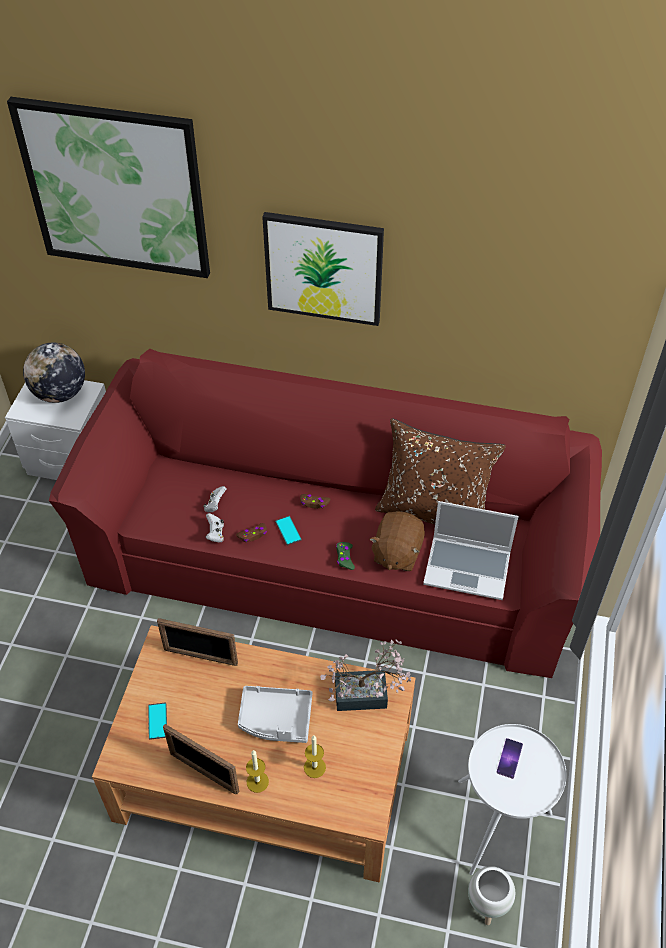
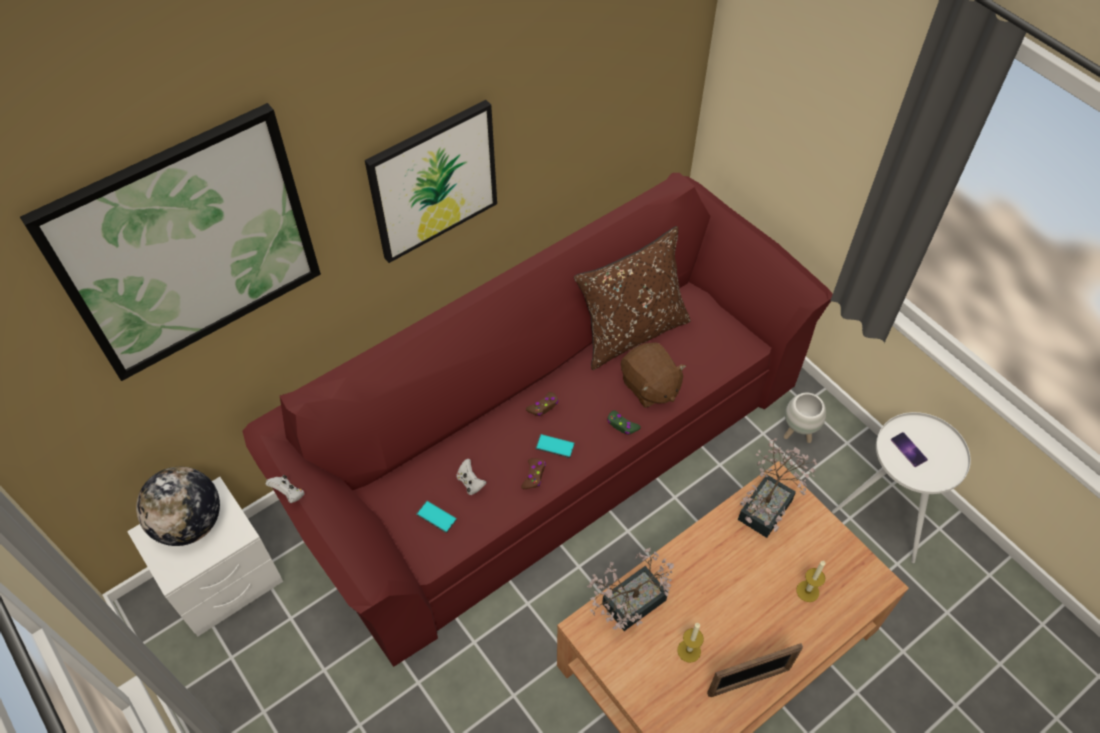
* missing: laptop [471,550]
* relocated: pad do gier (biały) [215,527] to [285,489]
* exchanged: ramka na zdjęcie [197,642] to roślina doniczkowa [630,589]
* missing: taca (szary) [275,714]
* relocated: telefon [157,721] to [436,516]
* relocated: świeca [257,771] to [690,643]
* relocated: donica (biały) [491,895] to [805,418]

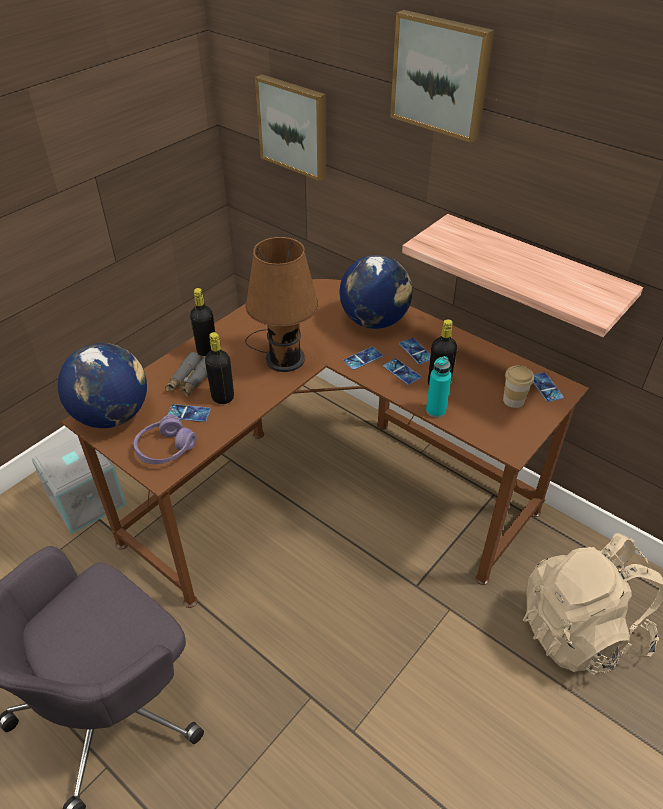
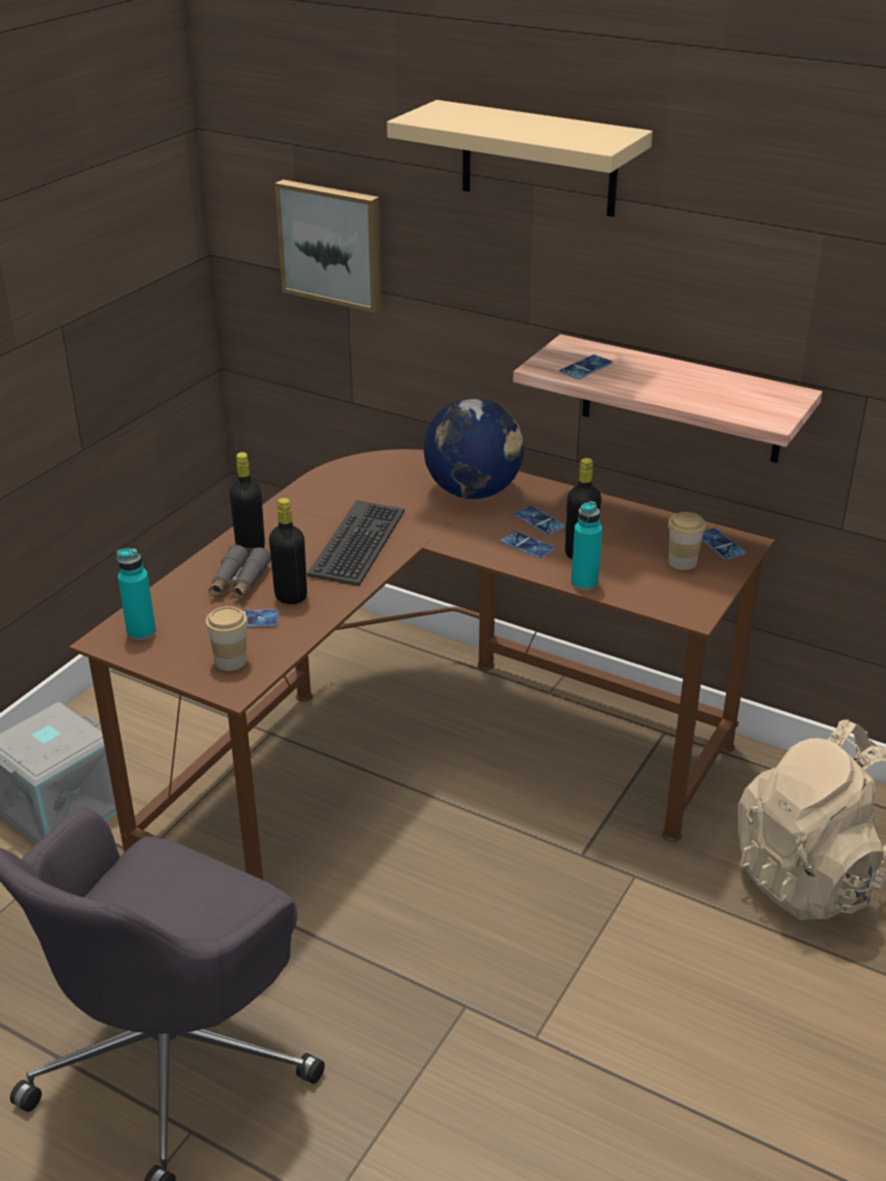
* exchanged: obraz [442,76] to półka (beżowy) [520,158]
* exchanged: lampa stołowa (brązowy) [282,304] to klawiatura [356,543]
* exchanged: globus [102,385] to butelka (turkusowy) [136,594]
* relocated: telefon [363,358] to [585,367]
* exchanged: słuchawki (fioletowy) [165,439] to filiżanka [226,638]

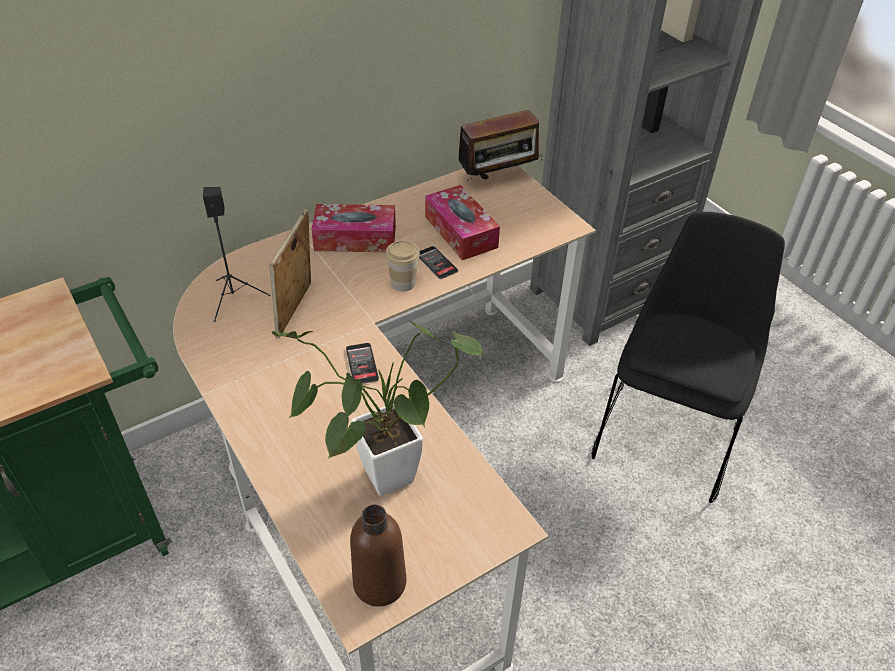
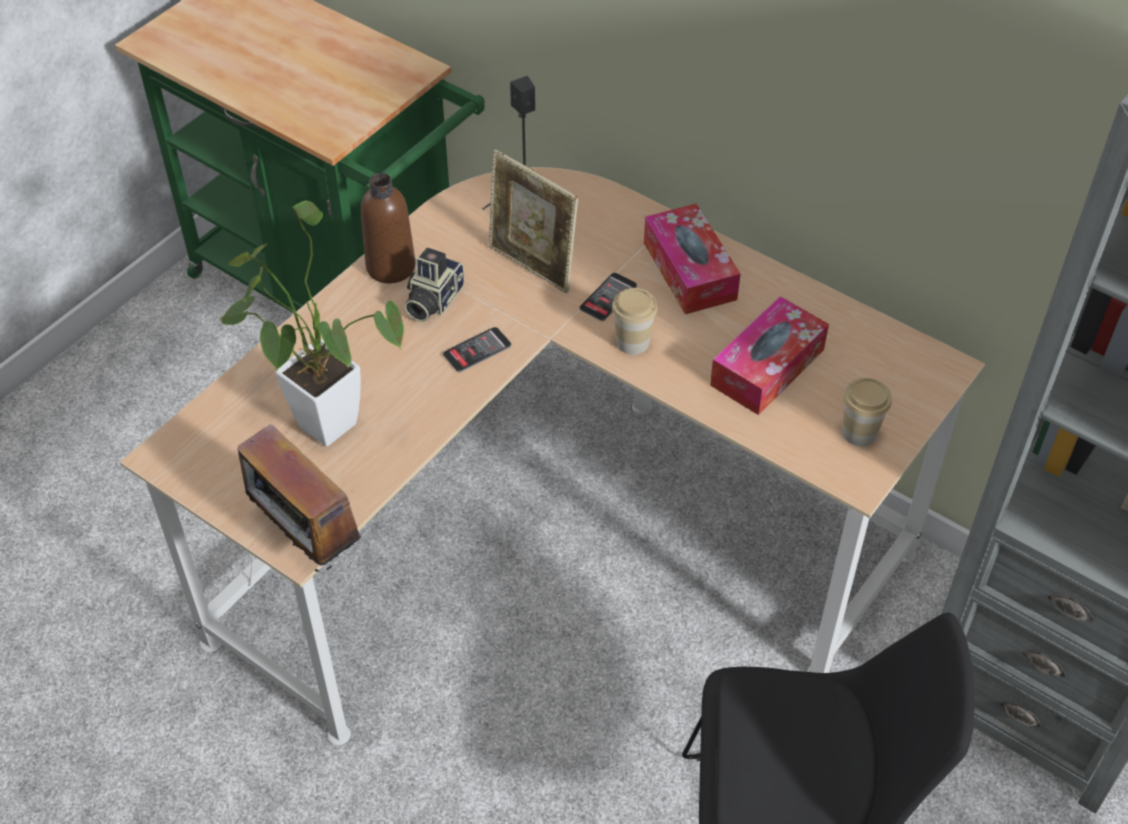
* relocated: radio [497,144] to [299,499]
* spun: ramka na zdjęcie [290,273] = [533,221] 135 degrees counterclockwise
* relocated: telefon [438,262] to [608,297]
* relocated: butelka (brązowy) [378,556] to [388,228]
* appeared: aparat fotograficzny [434,285]
* appeared: filiżanka [867,412]

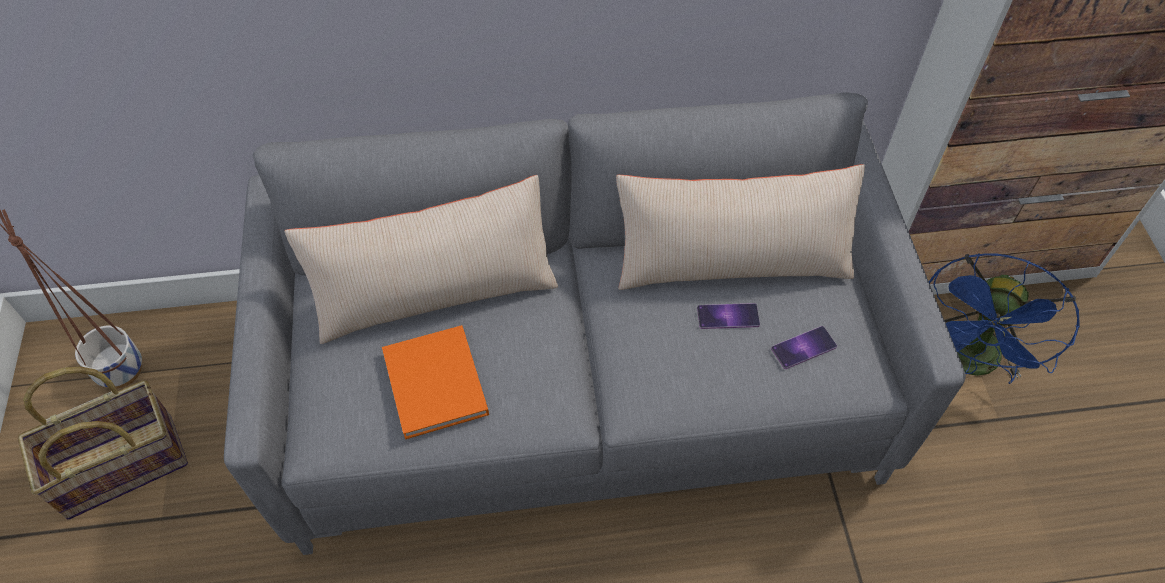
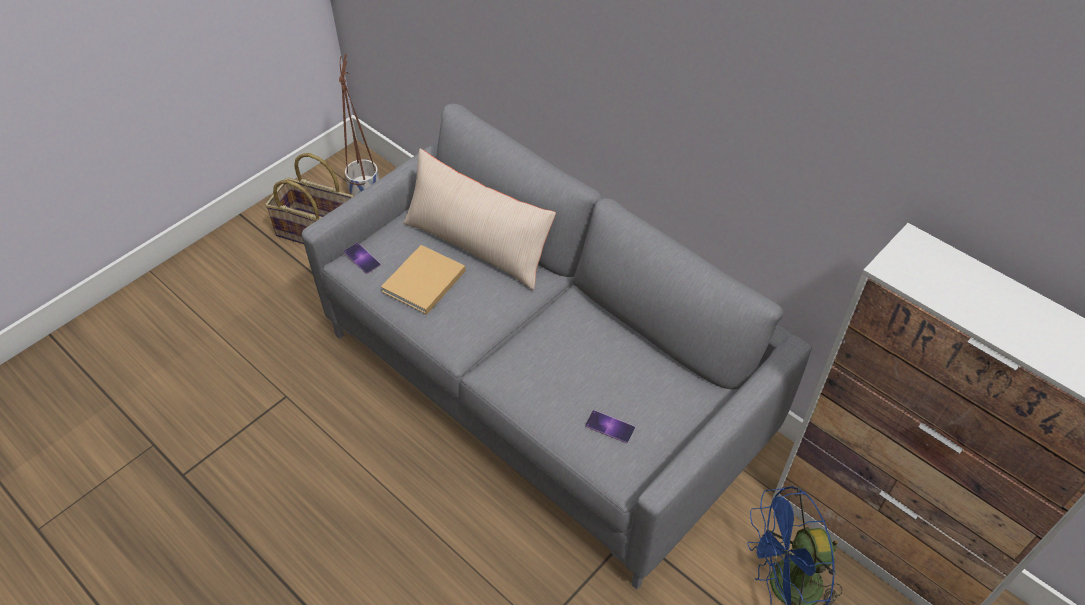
* missing: poduszka (beżowy) [740,227]
* relocated: telefon [728,316] to [362,258]
* colour: książka (pomarańczowy) [435,382] to książka (beżowy) [423,280]

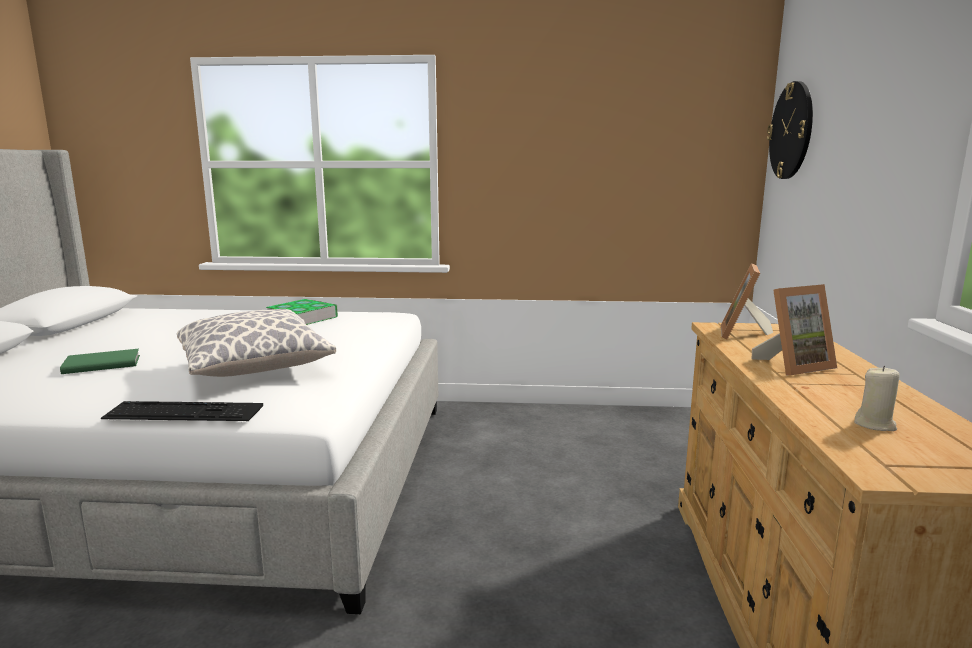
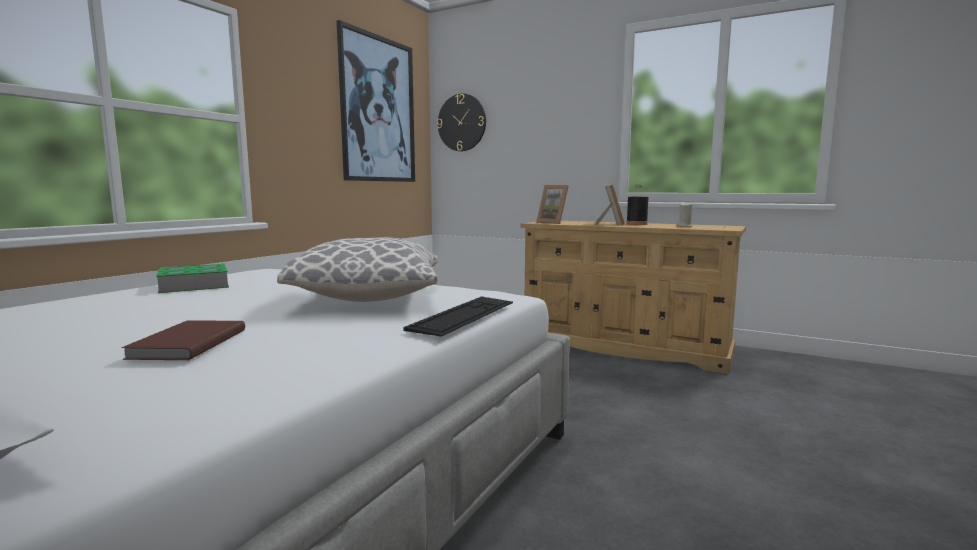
* colour: książka (zielony) [100,361] to książka (brązowy) [183,340]
* appeared: obraz [376,101]
* appeared: butelka (czarny) [637,205]

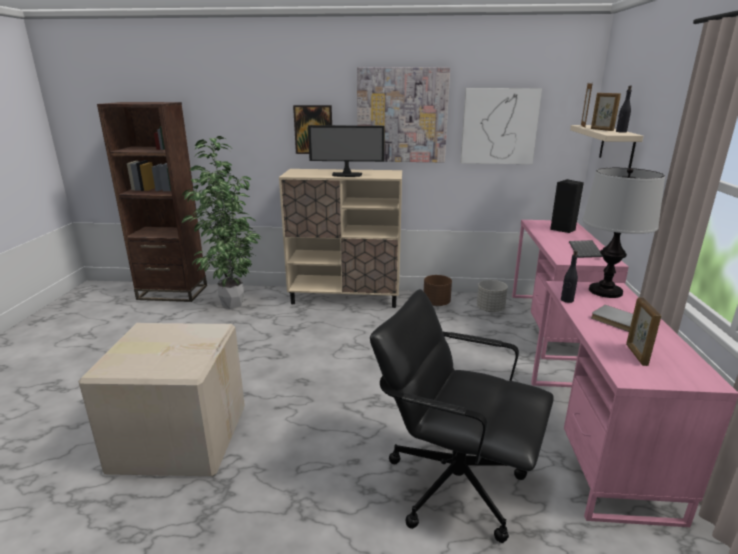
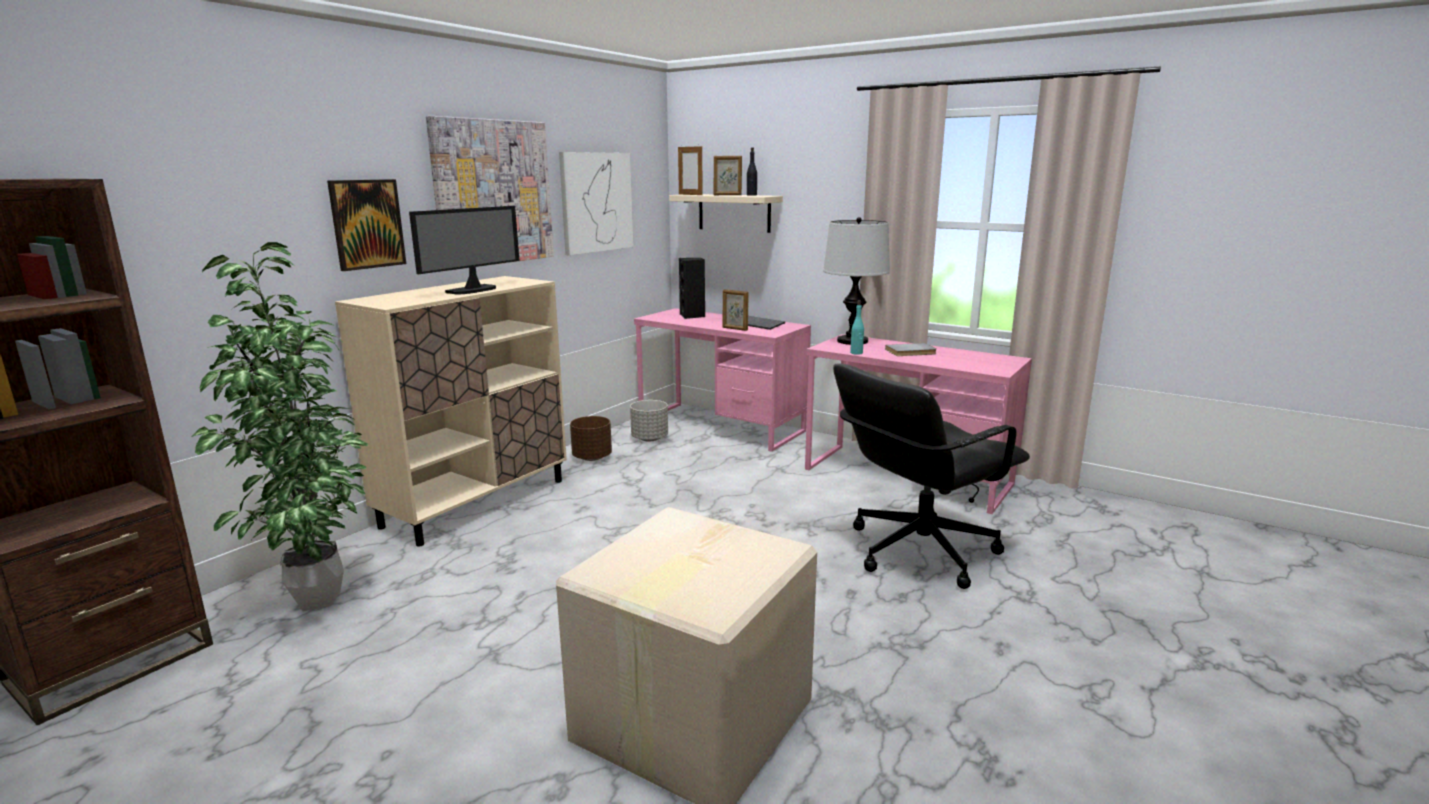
* colour: butelka (czarny) [569,276] to butelka (turkusowy) [857,327]
* relocated: ramka na zdjęcie [643,331] to [735,310]

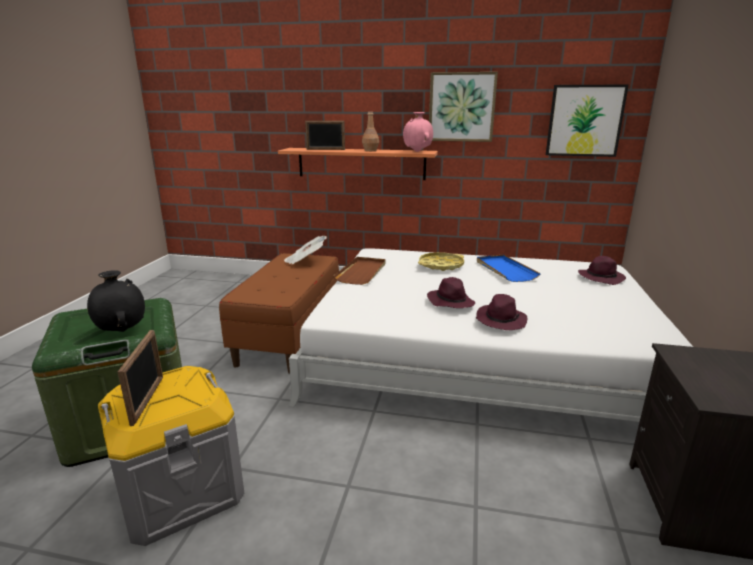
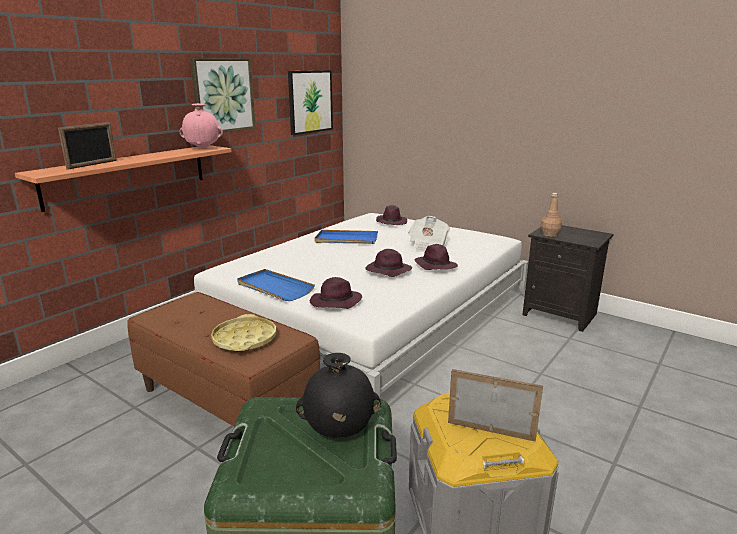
* relocated: butelka (brązowy) [370,131] to [551,215]
* relocated: gazeta [305,250] to [429,234]
* relocated: taca (żółty) [441,261] to [243,332]
* colour: taca (brązowy) [360,271] to taca (niebieski) [276,285]
* appeared: kapelusz (fioletowy) [336,293]

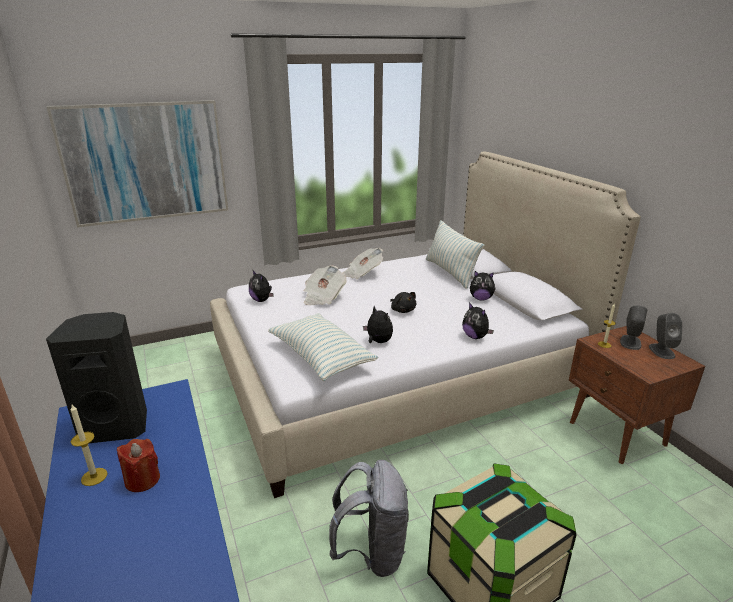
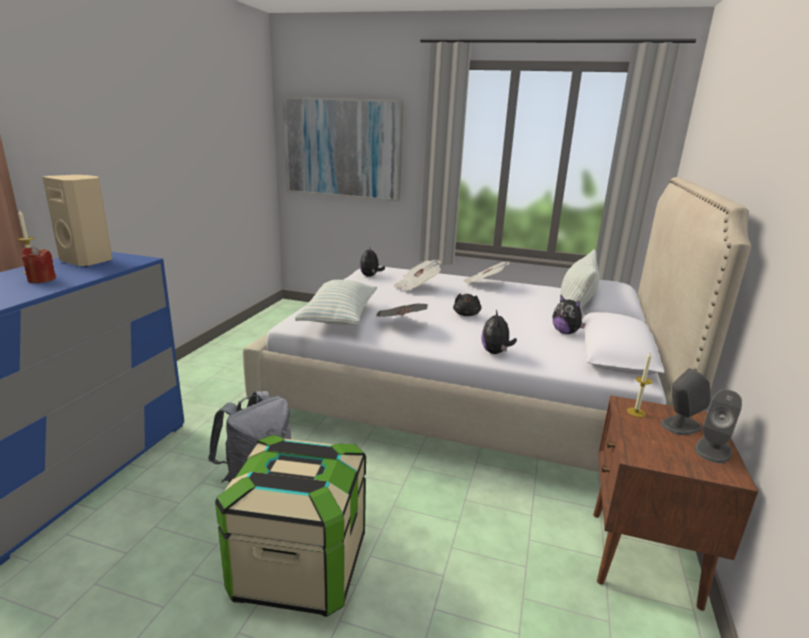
* exchanged: pluszak [378,324] to gazeta [402,310]
* colour: głośnik (czarny) [96,377] to głośnik (beżowy) [77,221]

